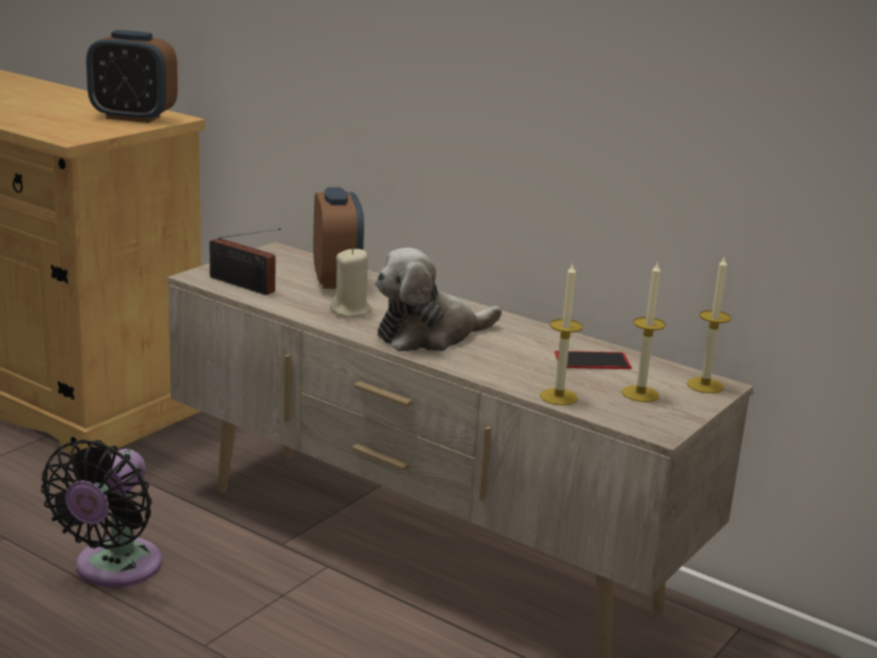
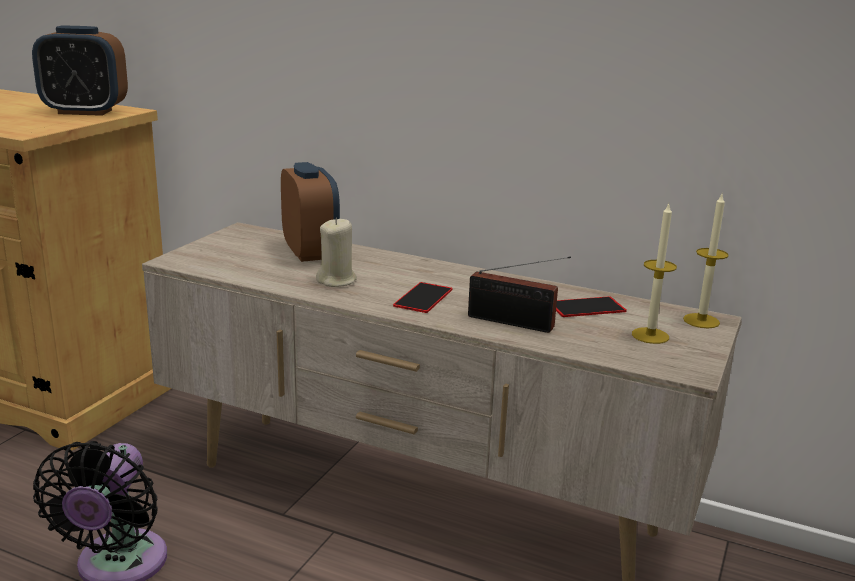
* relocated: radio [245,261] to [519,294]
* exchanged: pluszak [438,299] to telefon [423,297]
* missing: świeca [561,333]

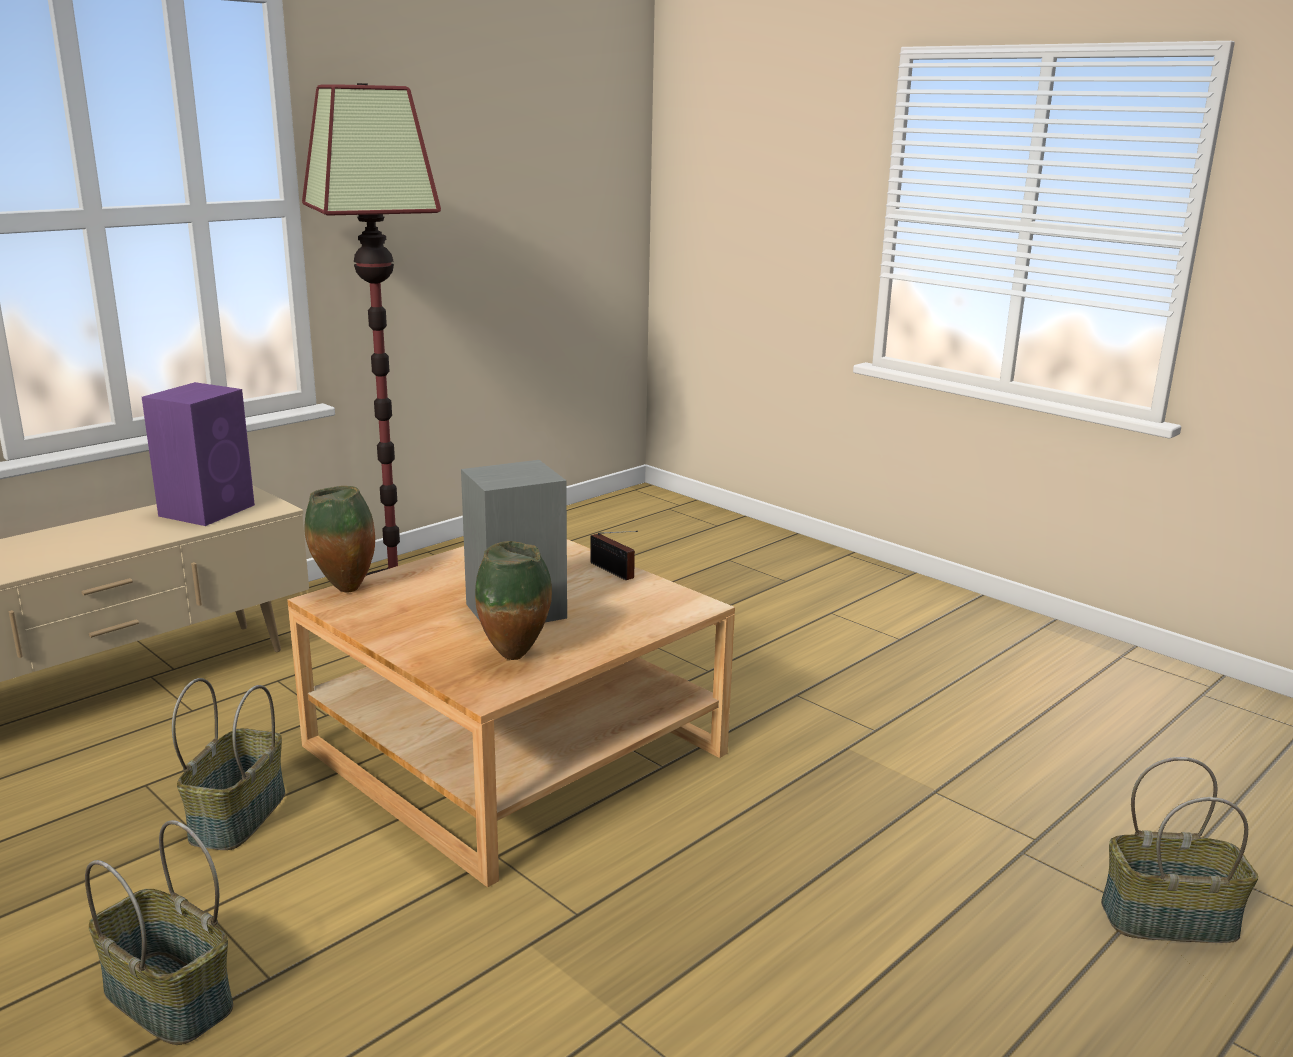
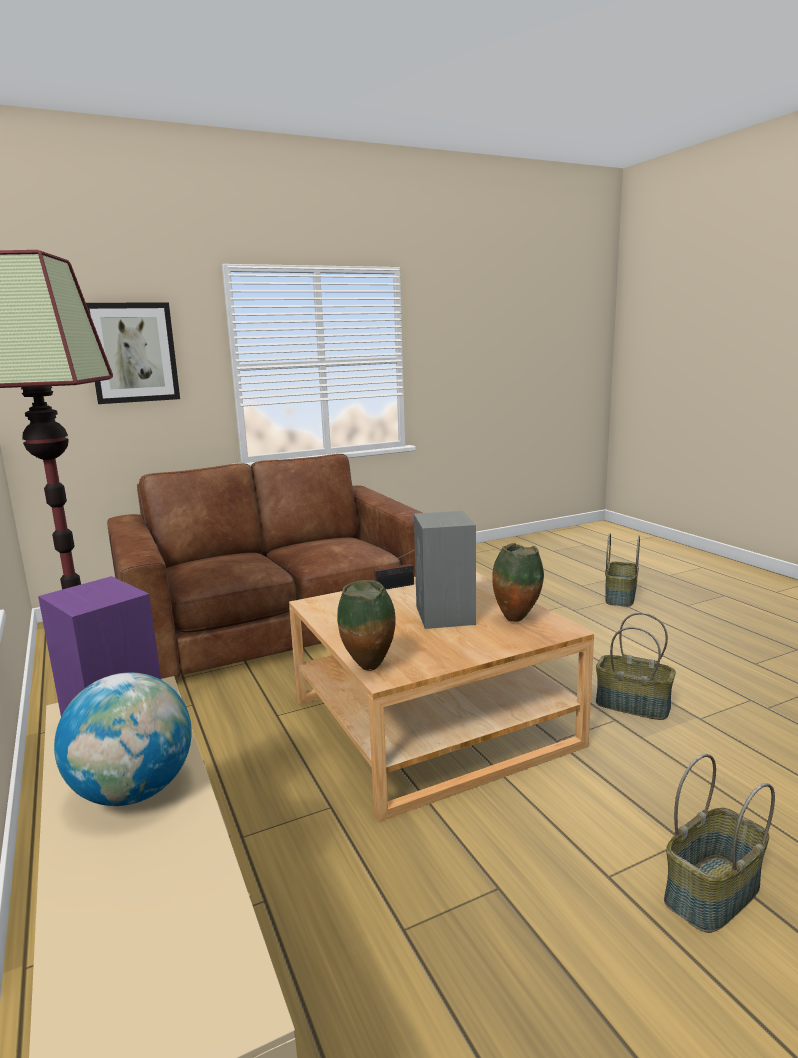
* relocated: koszyk [228,764] to [636,666]
* appeared: obraz [133,353]
* appeared: kanapa (brązowy) [265,566]
* appeared: globus [123,739]

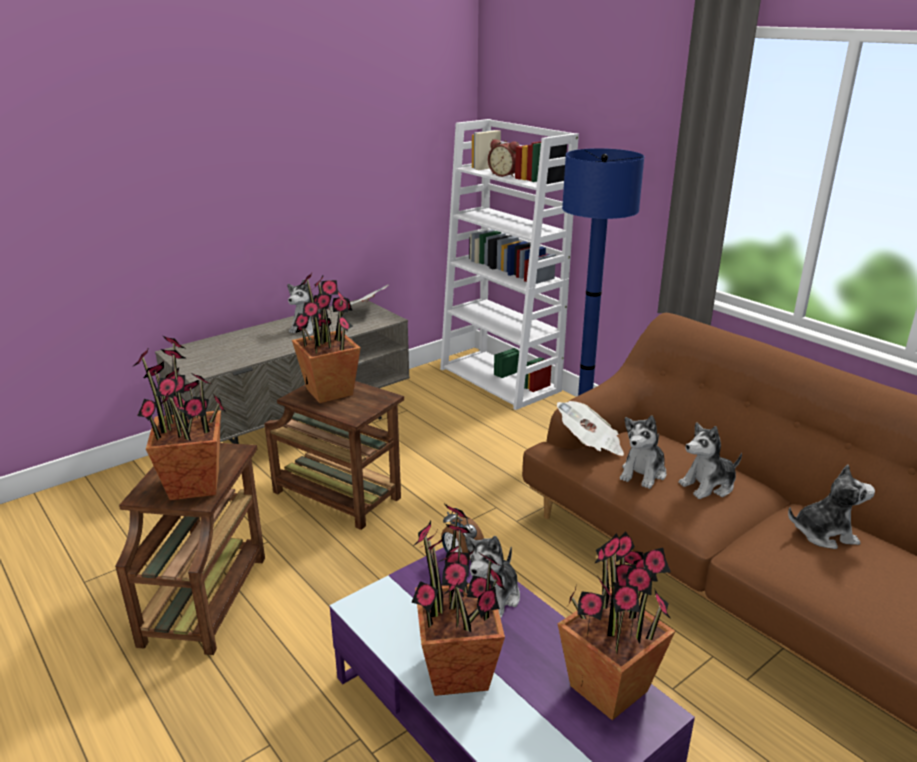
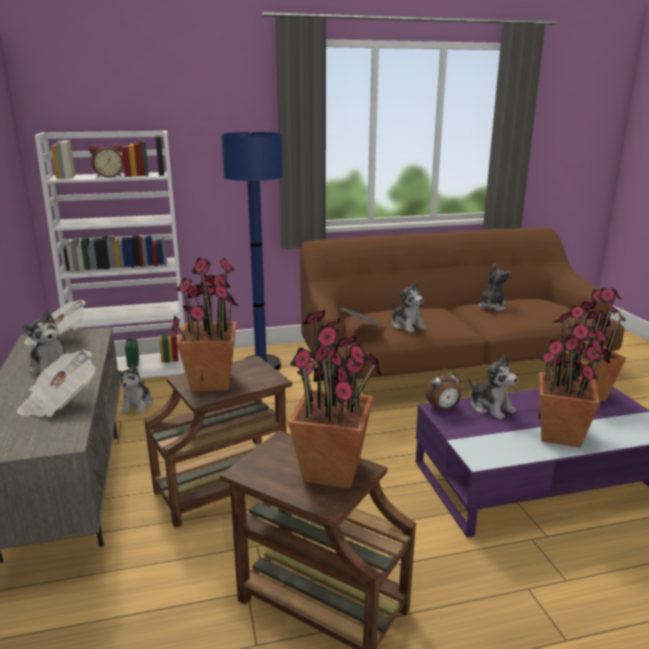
* relocated: pluszak [710,460] to [135,389]
* appeared: gazeta [56,383]

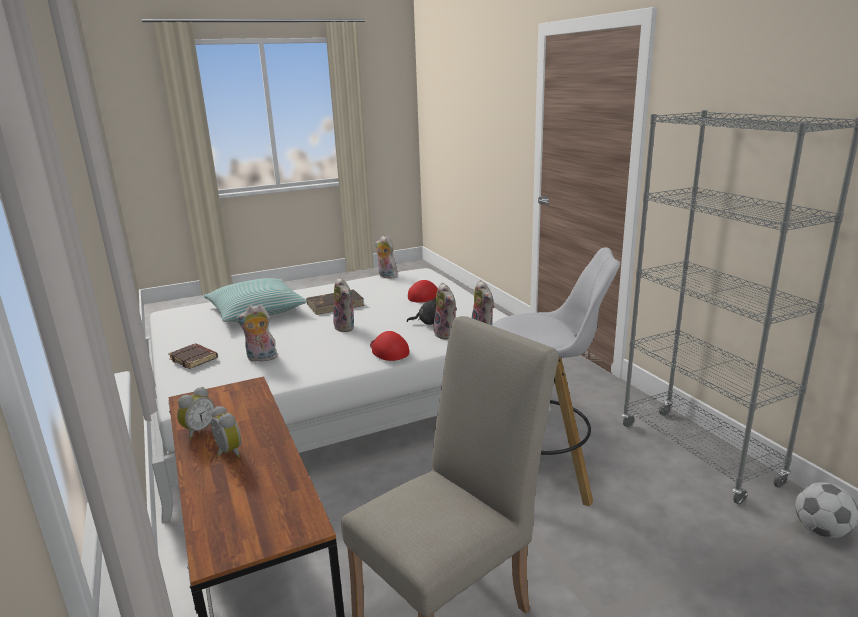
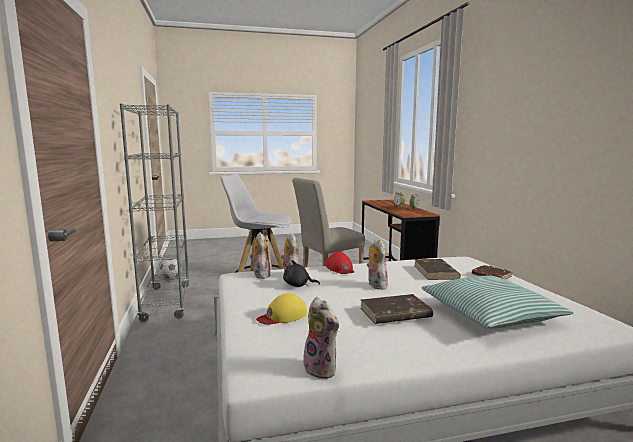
* colour: czapka z daszkiem (czerwony) [423,291] to czapka z daszkiem (żółty) [281,309]
* exchanged: pluszak [257,333] to książka (brązowy) [438,269]

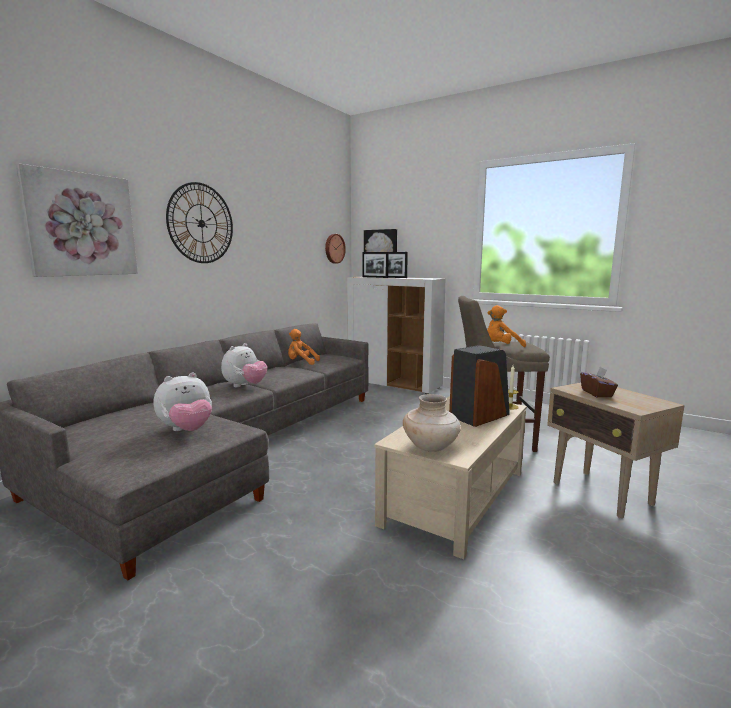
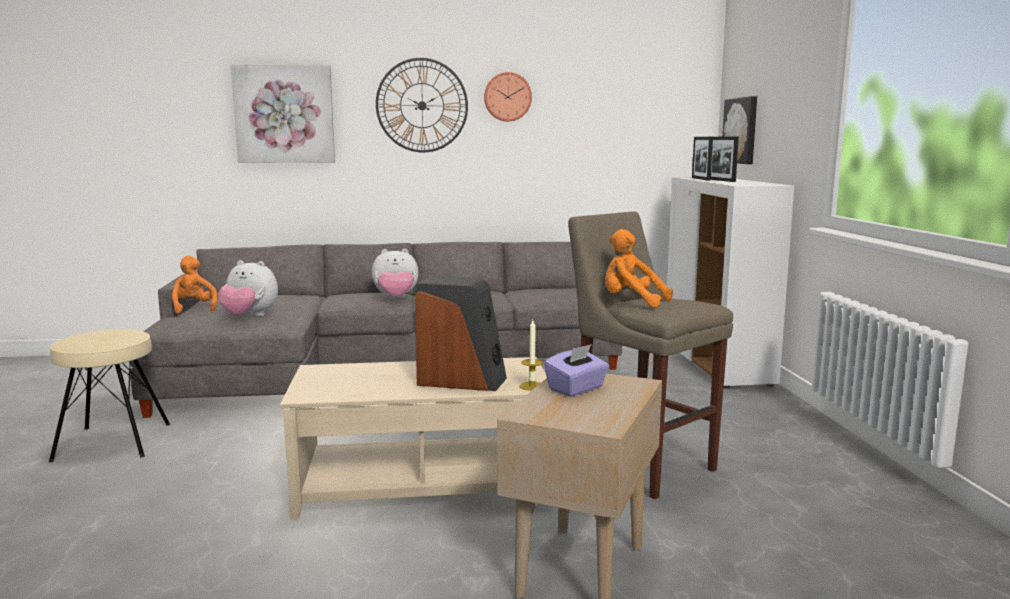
* relocated: zegar ścienny [335,249] to [508,97]
* relocated: pluszak (pomarańczowy) [304,347] to [195,284]
* colour: pudełko chusteczek (brązowy) [599,382] to pudełko chusteczek (fioletowy) [576,370]
* missing: wazon (beżowy) [432,423]
* appeared: stołek (beżowy) [109,395]

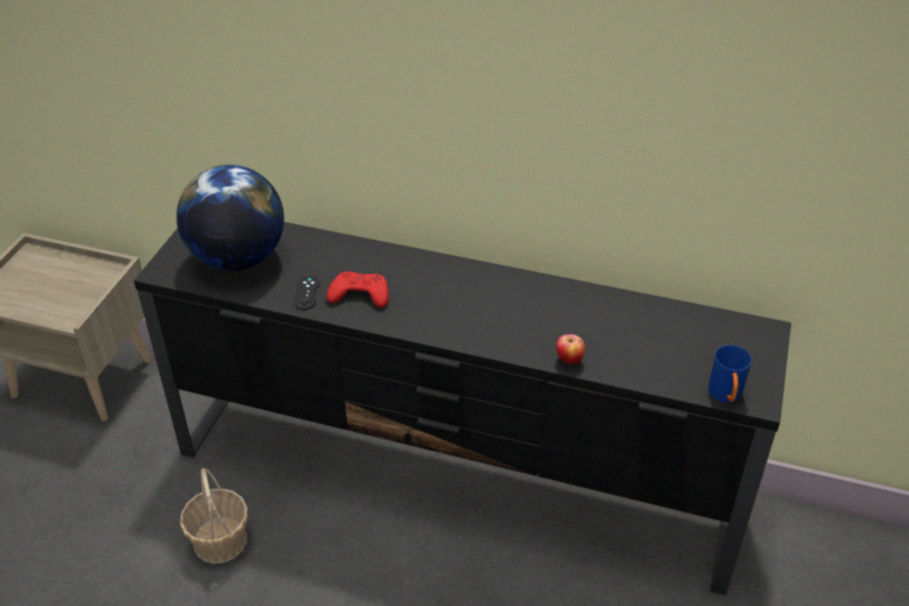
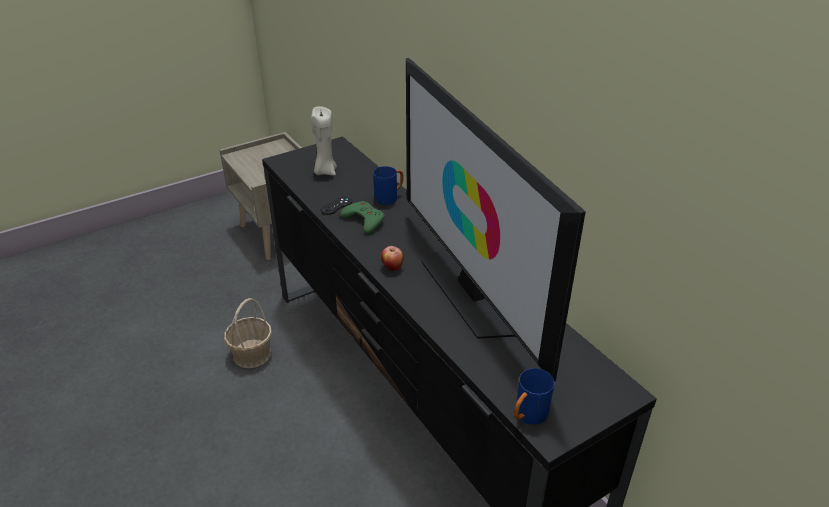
* exchanged: globus [230,218] to świeca (beżowy) [324,141]
* colour: pad do gier (czerwony) [358,289] to pad do gier (zielony) [362,217]
* relocated: jabłko [570,349] to [392,258]
* appeared: telewizor [496,219]
* appeared: kubek (niebieski) [388,185]

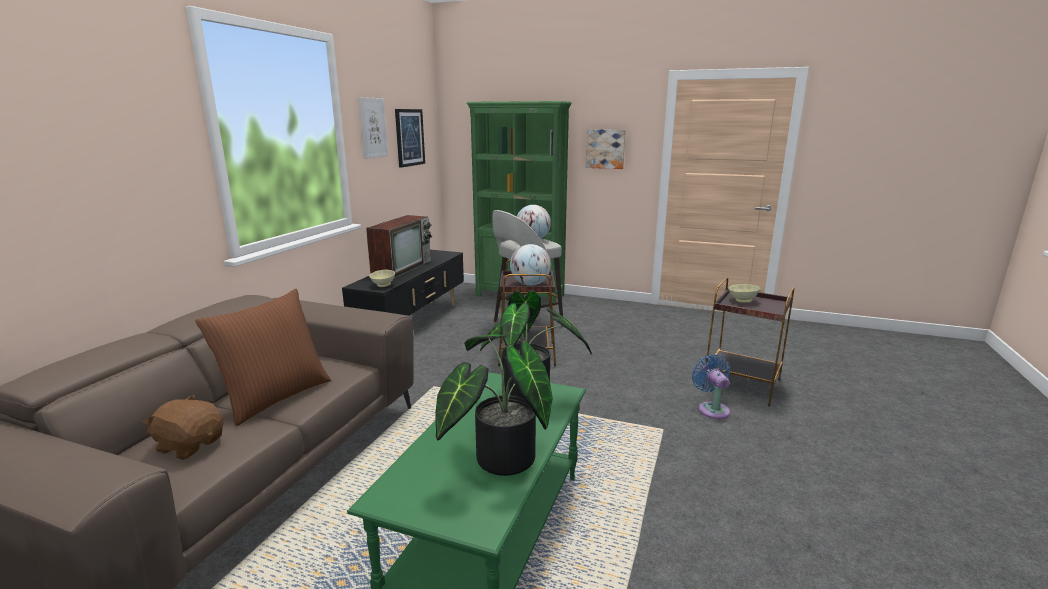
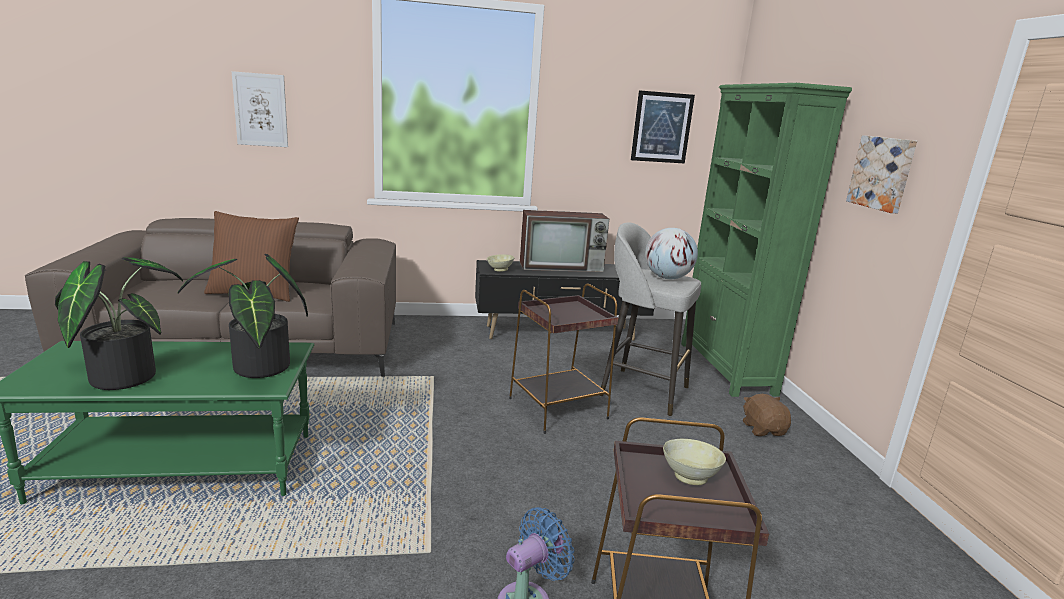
* relocated: obraz [373,128] to [260,109]
* missing: globus [530,265]
* relocated: pluszak (brązowy) [182,427] to [767,415]

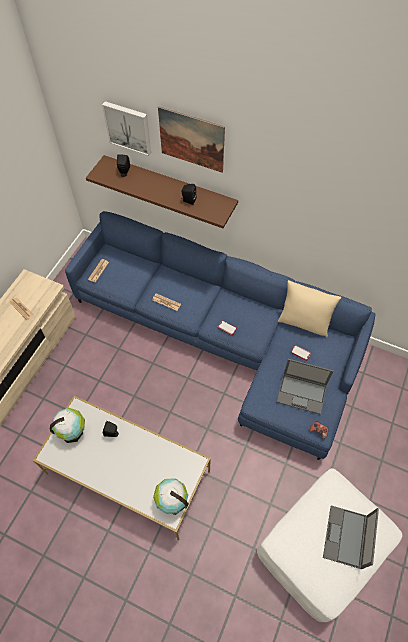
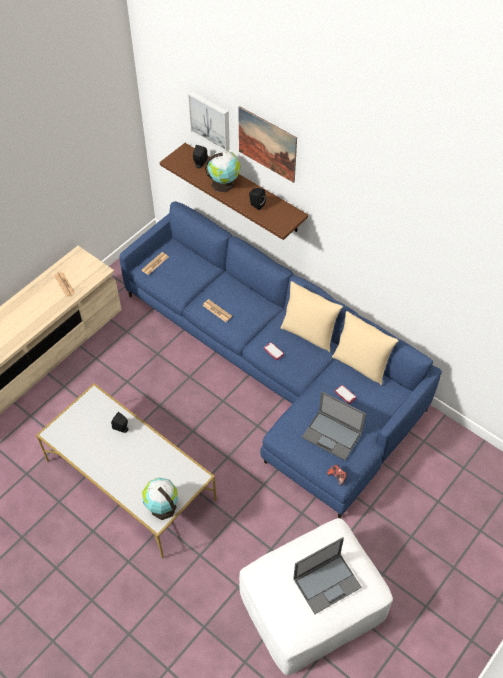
* relocated: globus [67,425] to [222,171]
* spun: laptop [351,537] = [327,575] 150 degrees counterclockwise
* appeared: poduszka (beżowy) [311,316]

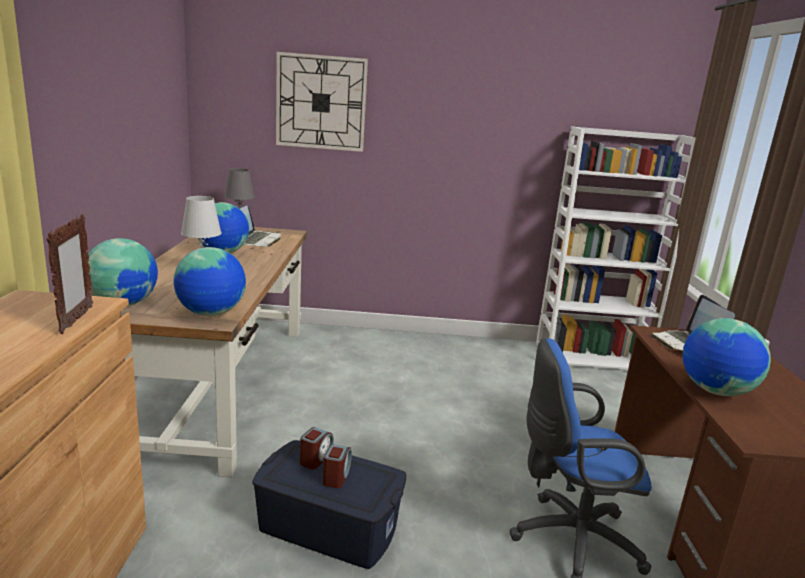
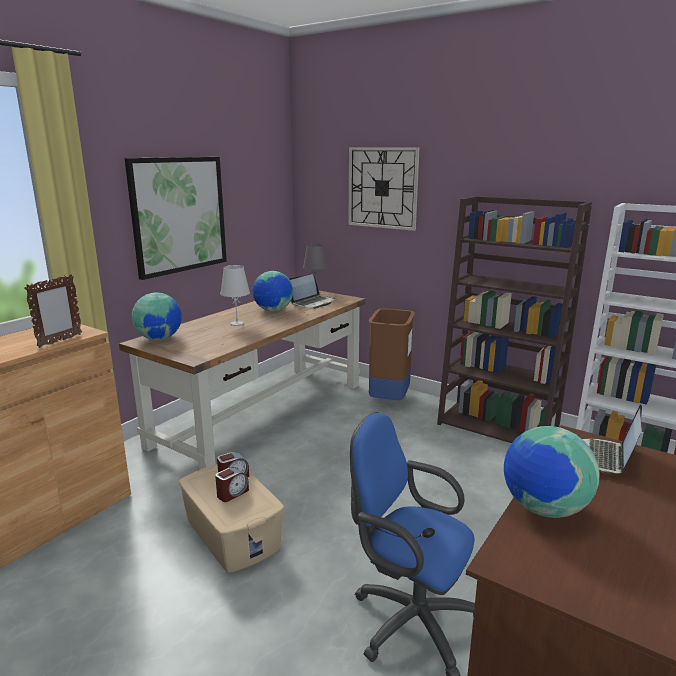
* missing: globus [209,281]
* colour: pojemnik do przechowywania (niebieski) [329,504] to pojemnik do przechowywania (beżowy) [231,518]
* appeared: obraz [176,218]
* appeared: regał (brązowy) [514,319]
* appeared: kosz na śmieci (brązowy) [392,354]

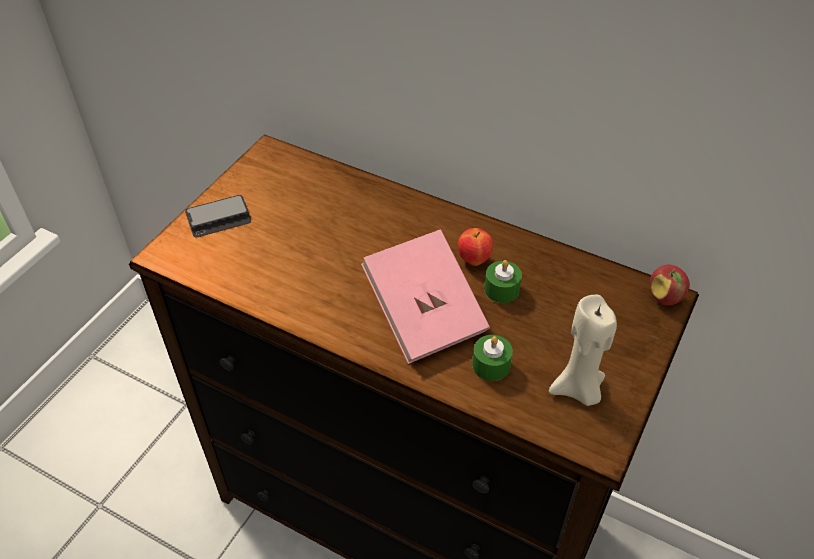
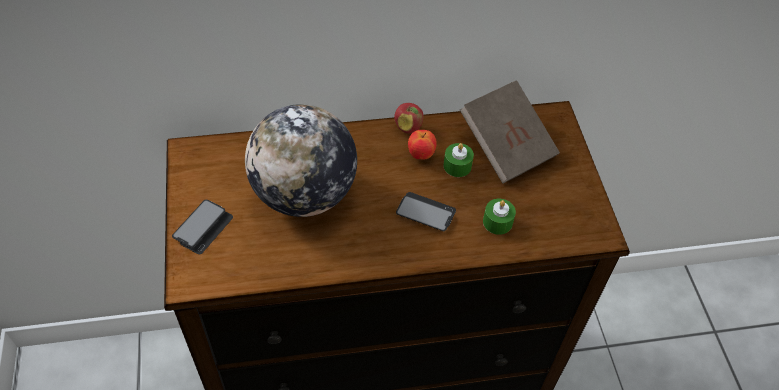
* exchanged: książka (różowy) [425,296] to telefon [426,211]
* relocated: jabłko [670,285] to [408,118]
* missing: świeca (beżowy) [583,350]
* appeared: książka (brązowy) [510,132]
* appeared: globus [301,160]

